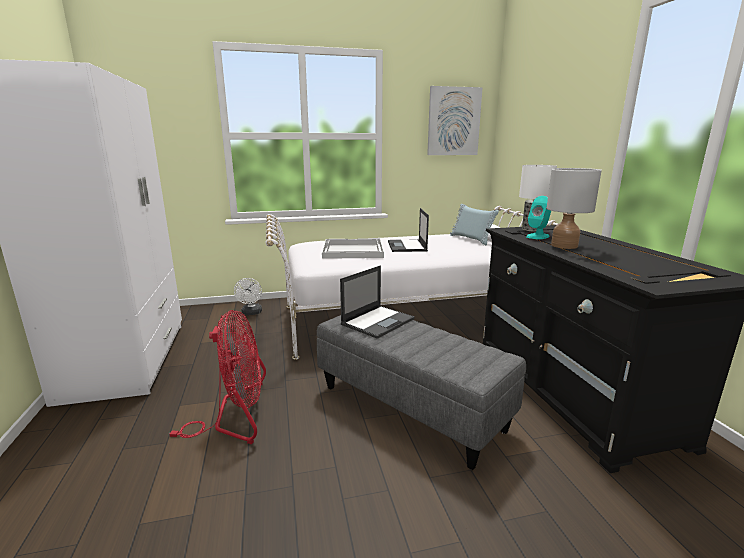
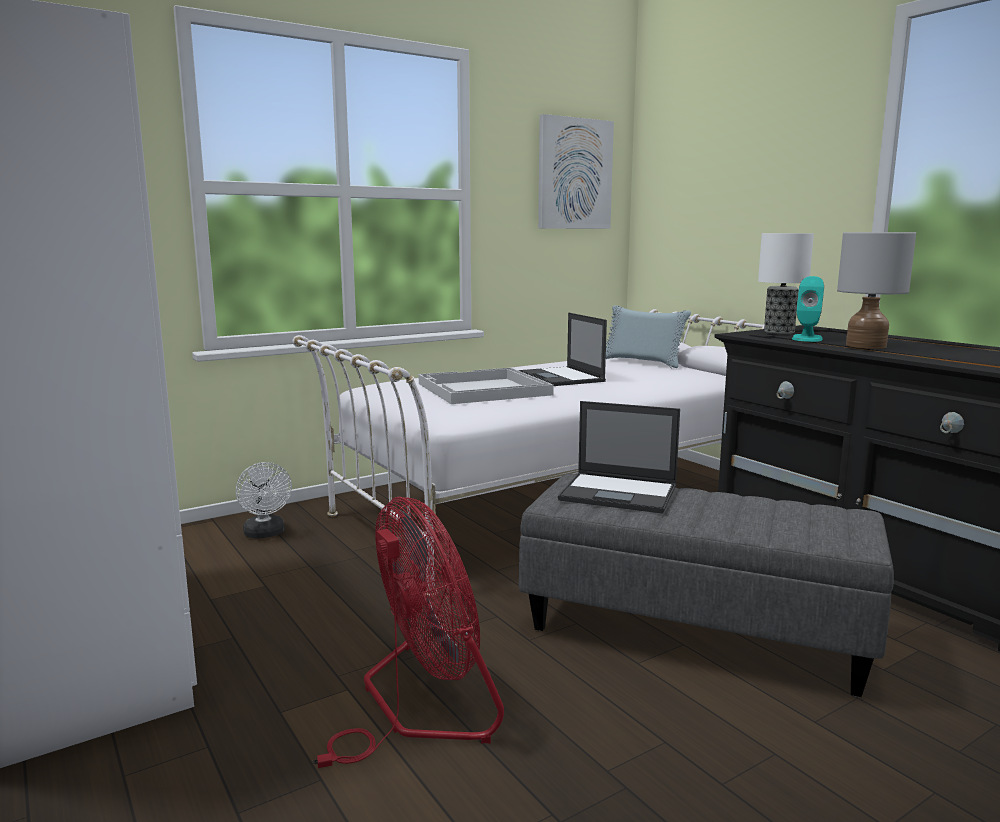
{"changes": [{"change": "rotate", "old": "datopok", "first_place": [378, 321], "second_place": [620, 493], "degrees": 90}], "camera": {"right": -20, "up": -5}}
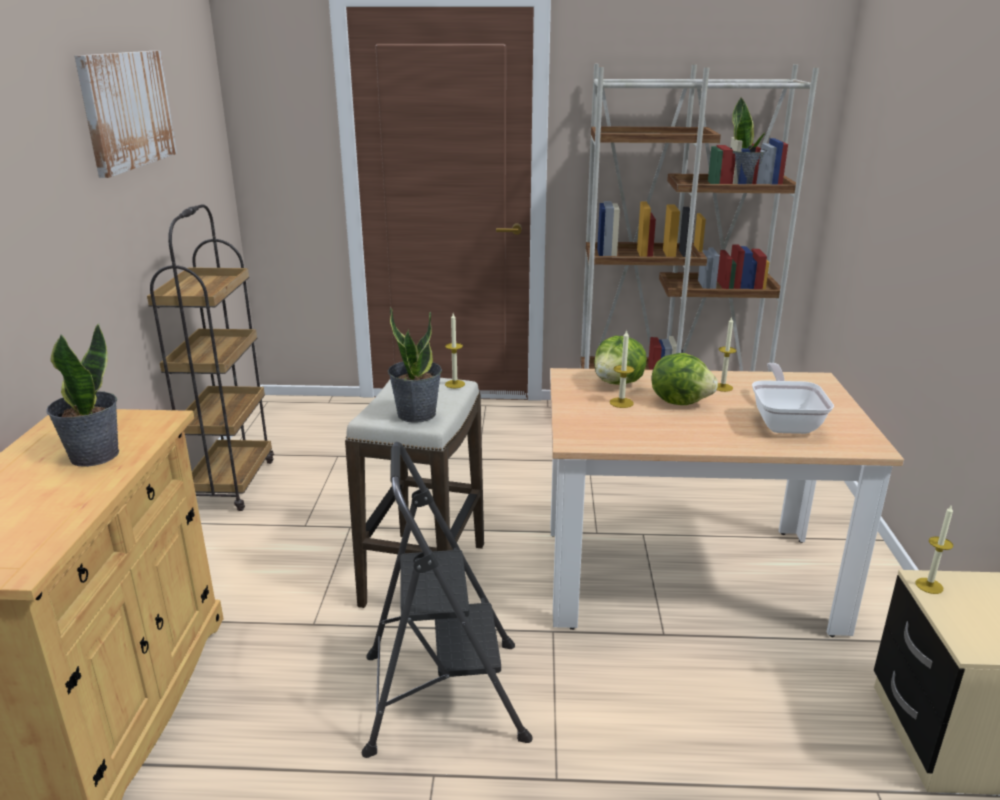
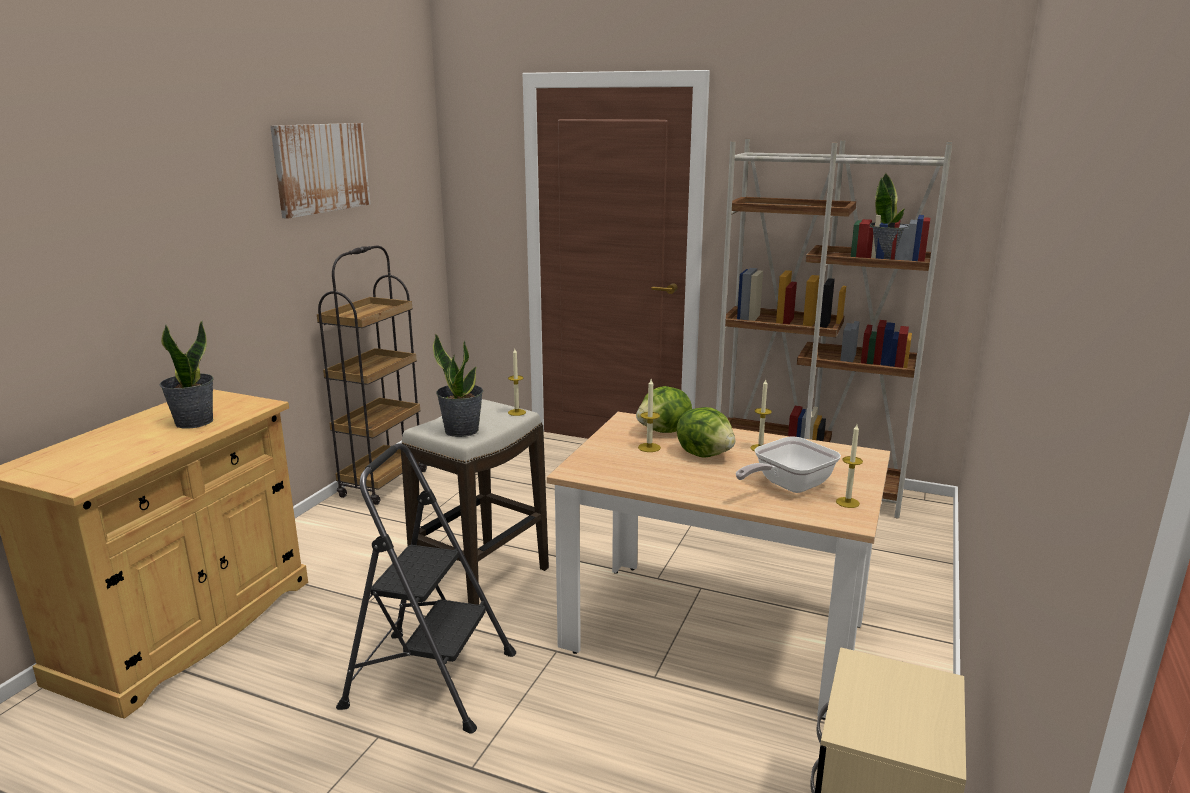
{"changes": [{"change": "rotate", "old": "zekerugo", "first_place": [785, 422], "second_place": [787, 486], "degrees": -150}, {"change": "move", "old": "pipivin", "first_place": [929, 586], "second_place": [847, 502]}], "camera": {"right": 20, "up": -5}}
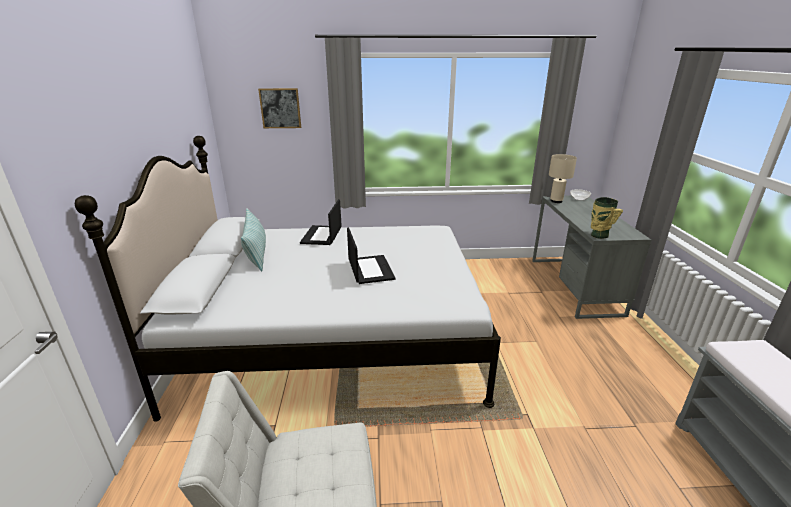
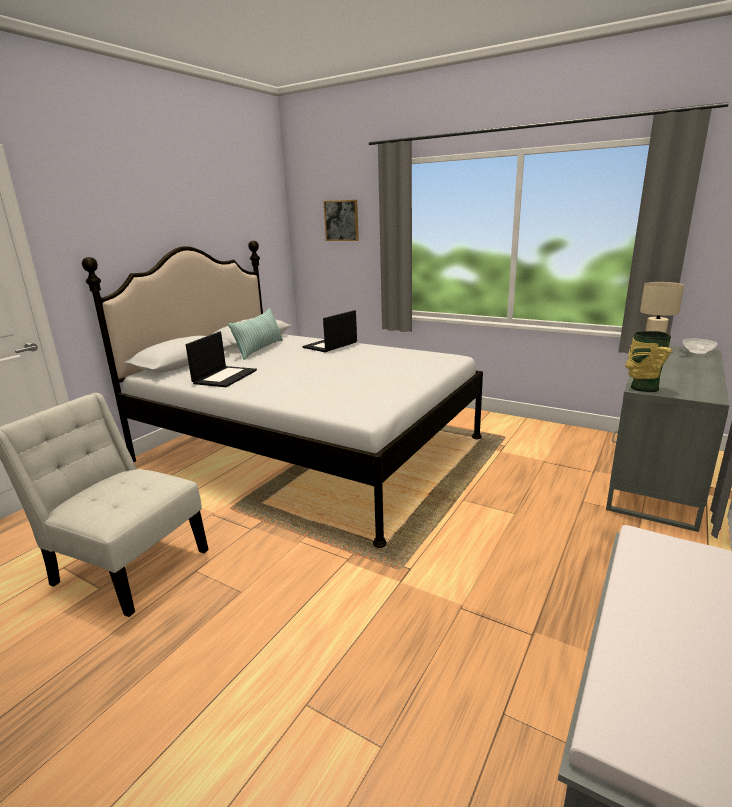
{"changes": [{"change": "move", "old": "datopok", "first_place": [370, 269], "second_place": [225, 376]}], "camera": {"right": 35, "up": -5}}
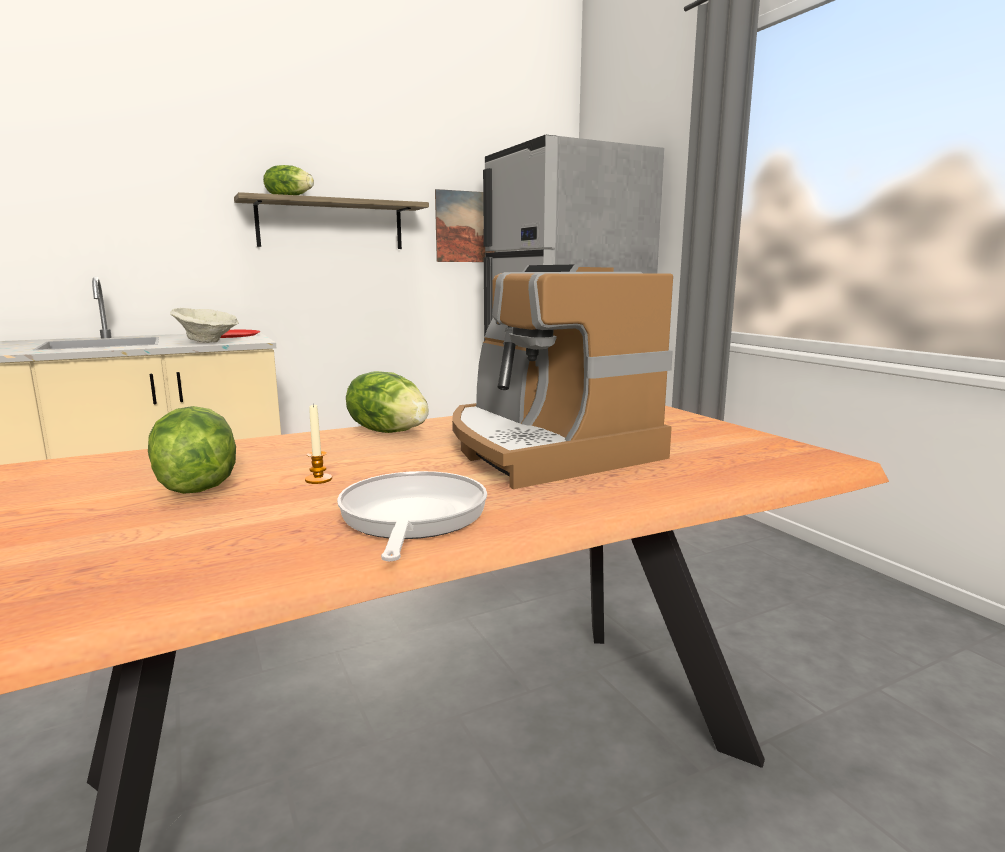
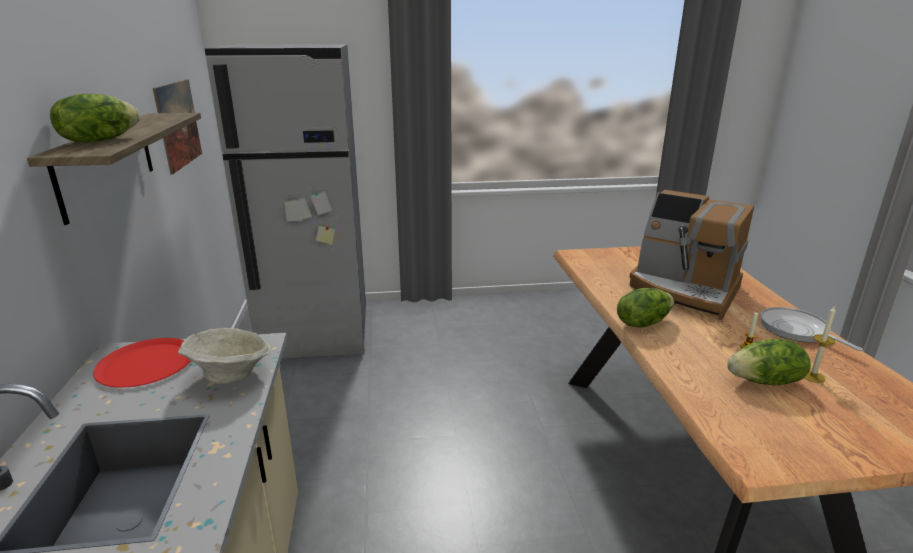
{"changes": [{"change": "rotate", "old": "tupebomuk", "first_place": [544, 448], "second_place": [684, 290], "degrees": 45}, {"change": "rotate", "old": "zekerugo", "first_place": [411, 518], "second_place": [797, 331], "degrees": 45}, {"change": "insert", "new": "pipivin", "second_place": [812, 376]}], "camera": {"right": -70, "up": 10}}
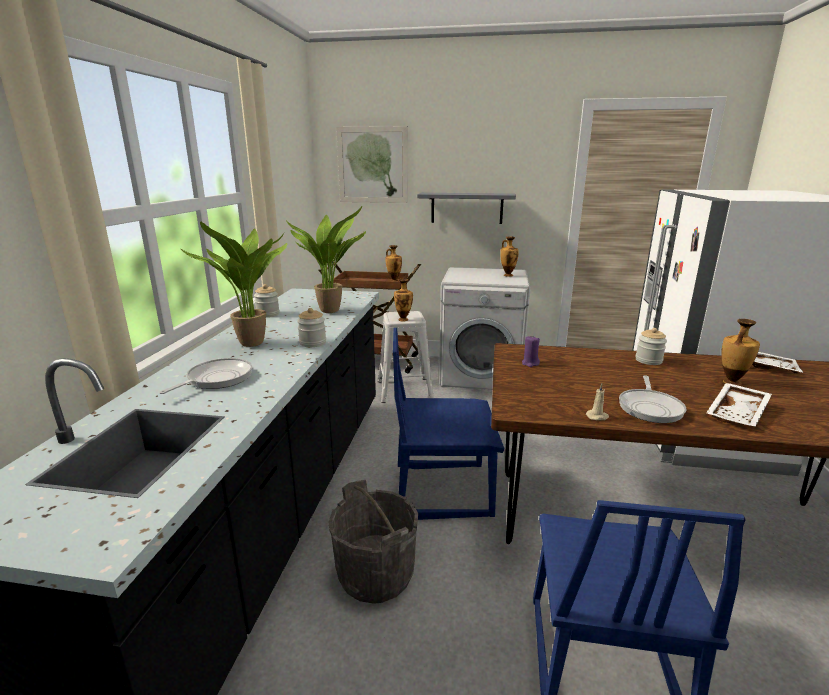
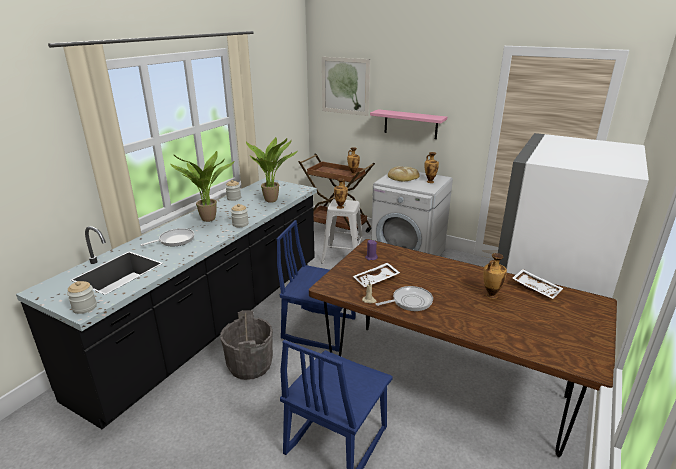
{"changes": [{"change": "recolor", "old": "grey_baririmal", "new": "pink_baririmal", "first_place": [466, 208], "second_place": [410, 124]}, {"change": "move", "old": "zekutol", "first_place": [648, 360], "second_place": [84, 307]}, {"change": "rotate", "old": "zekerugo", "first_place": [650, 408], "second_place": [409, 301], "degrees": -150}, {"change": "move", "old": "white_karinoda", "first_place": [738, 413], "second_place": [376, 280]}, {"change": "insert", "new": "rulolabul", "second_place": [403, 176]}], "camera": {"right": 20, "up": 5}}
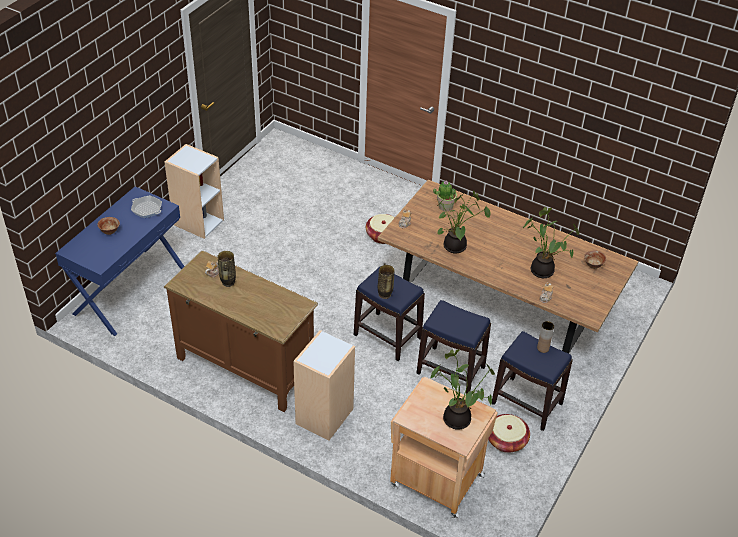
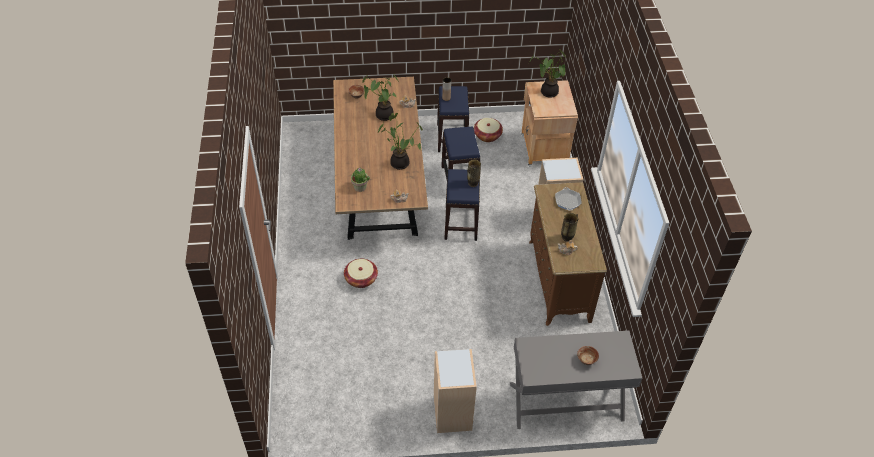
{"changes": [{"change": "recolor", "old": "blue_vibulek", "new": "grey_vibulek", "first_place": [129, 290], "second_place": [566, 402]}, {"change": "move", "old": "zekerugo", "first_place": [147, 209], "second_place": [567, 201]}], "camera": {"right": -125, "up": 5}}
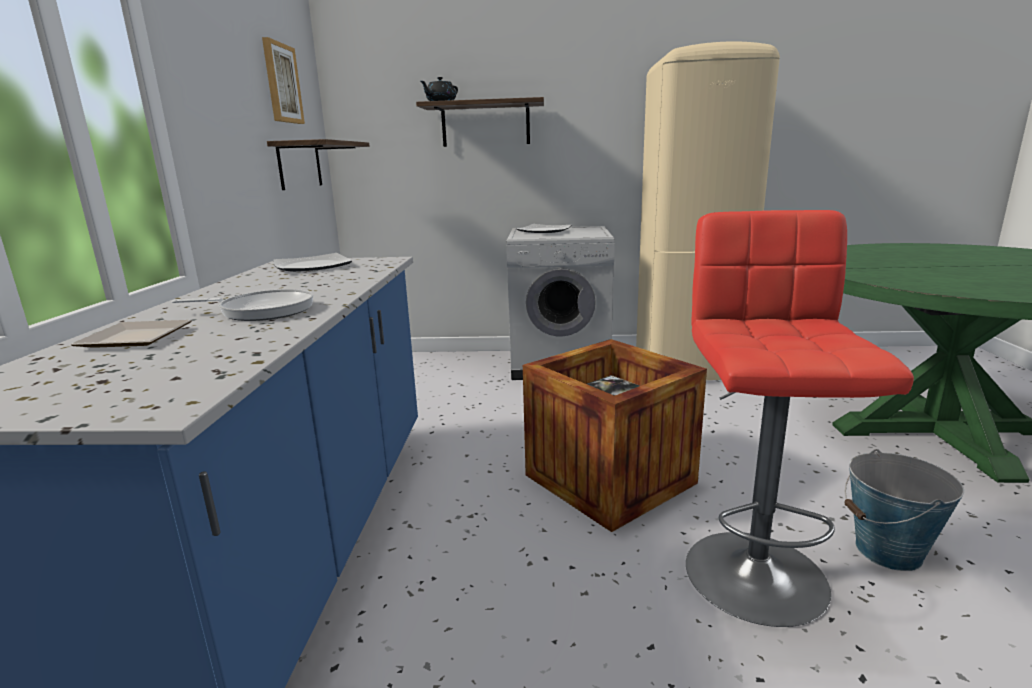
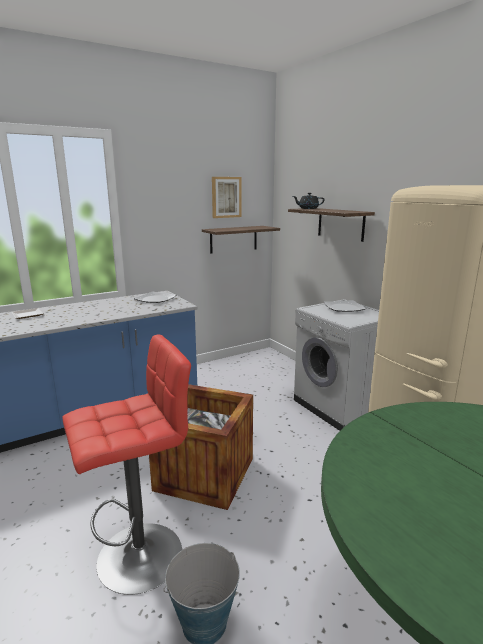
{"changes": [{"change": "delete", "old": "zekerugo", "first_place": [262, 311]}], "camera": {"right": 55, "up": 0}}
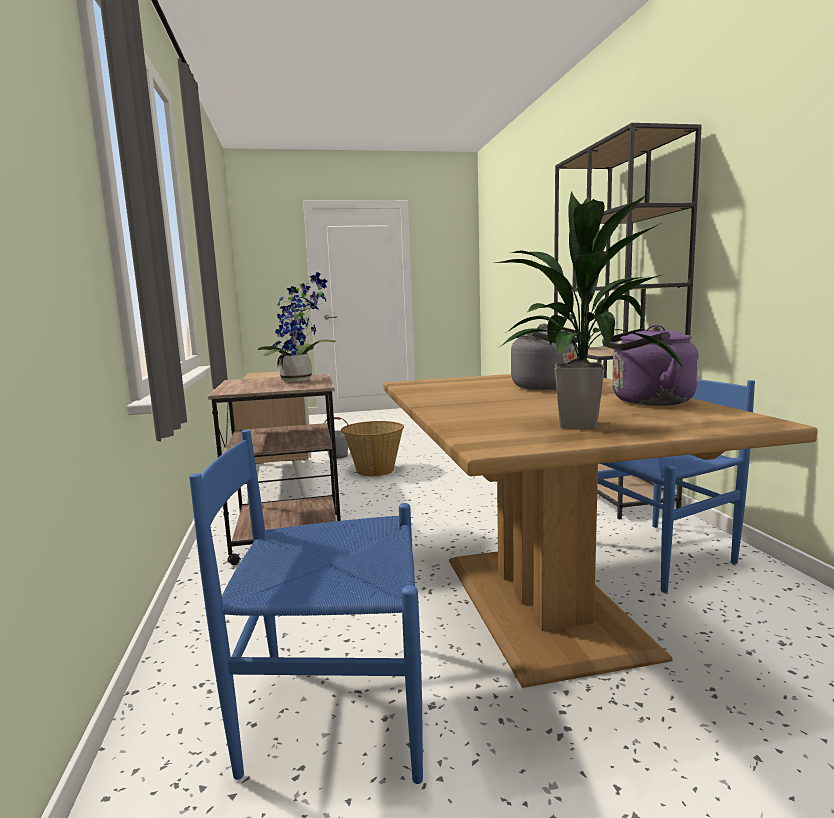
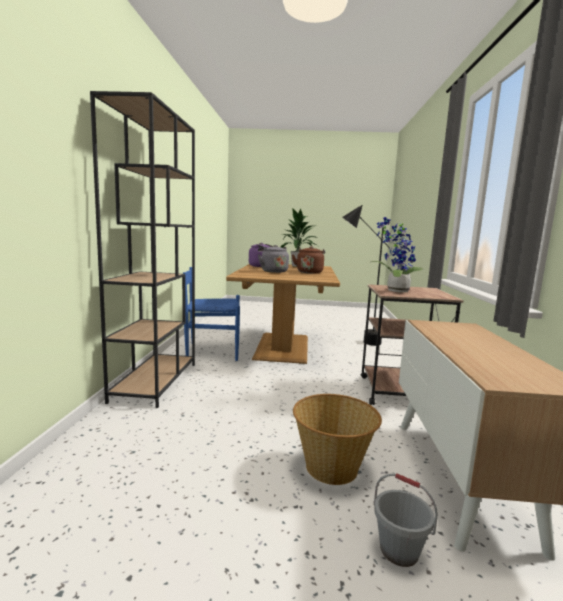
{"changes": [{"change": "replace", "old": "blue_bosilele", "new": "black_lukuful", "first_place": [334, 709], "second_place": [357, 341]}, {"change": "insert", "new": "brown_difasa", "second_place": [309, 272]}], "camera": {"right": -165, "up": 0}}
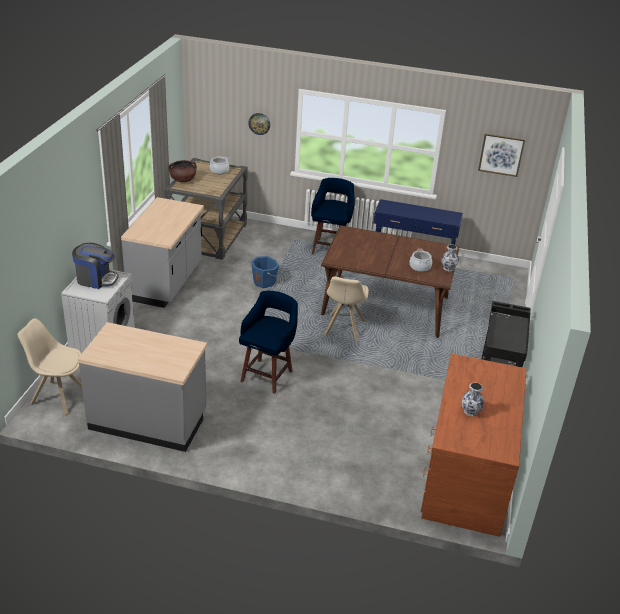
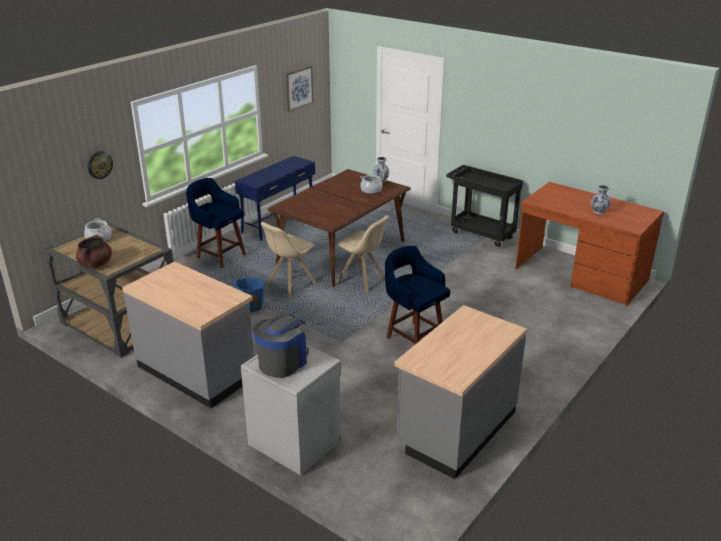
{"changes": [{"change": "move", "old": "beige_bosilele", "first_place": [58, 397], "second_place": [290, 284]}], "camera": {"right": -65, "up": -5}}
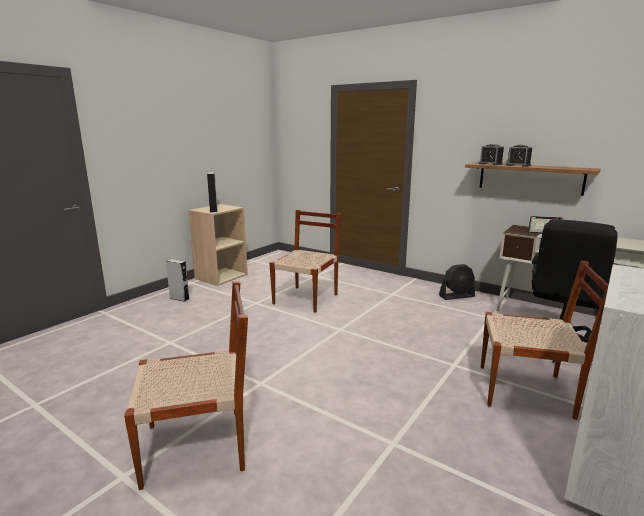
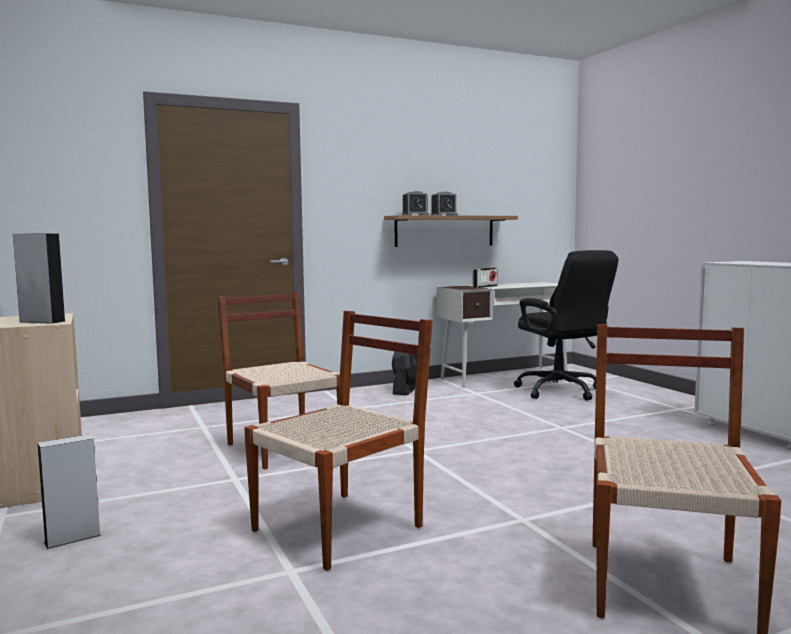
{"changes": [{"change": "move", "old": "bosilele", "first_place": [527, 391], "second_place": [341, 527]}], "camera": {"right": -60, "up": -10}}
